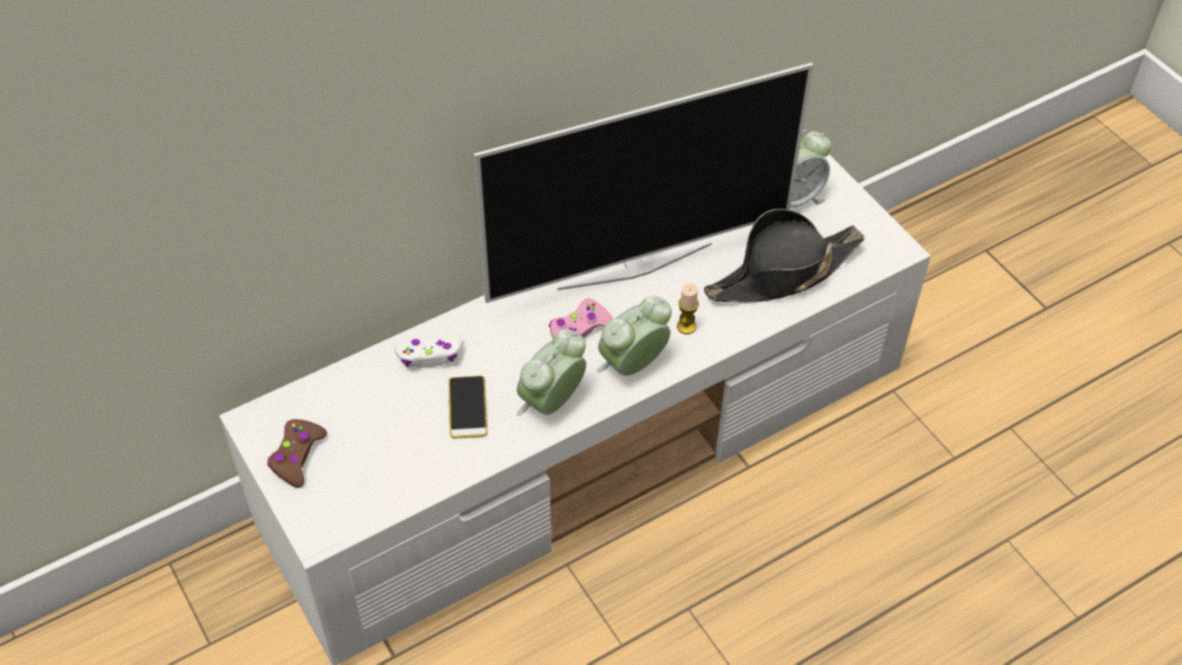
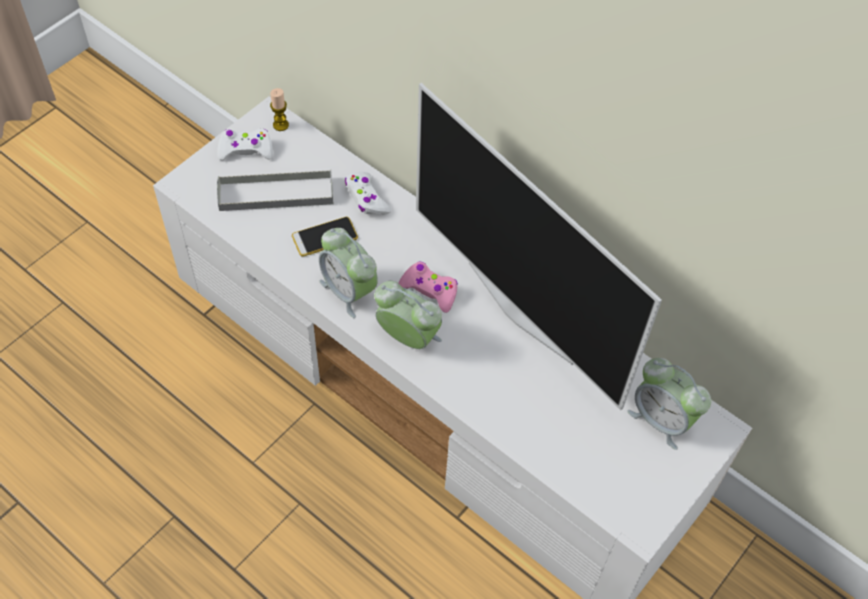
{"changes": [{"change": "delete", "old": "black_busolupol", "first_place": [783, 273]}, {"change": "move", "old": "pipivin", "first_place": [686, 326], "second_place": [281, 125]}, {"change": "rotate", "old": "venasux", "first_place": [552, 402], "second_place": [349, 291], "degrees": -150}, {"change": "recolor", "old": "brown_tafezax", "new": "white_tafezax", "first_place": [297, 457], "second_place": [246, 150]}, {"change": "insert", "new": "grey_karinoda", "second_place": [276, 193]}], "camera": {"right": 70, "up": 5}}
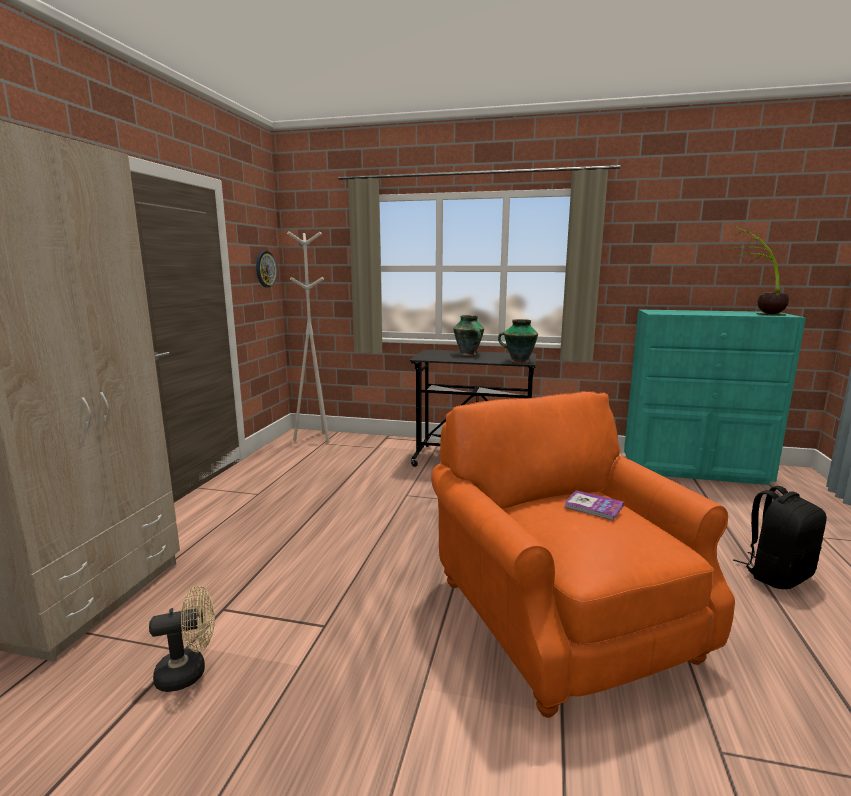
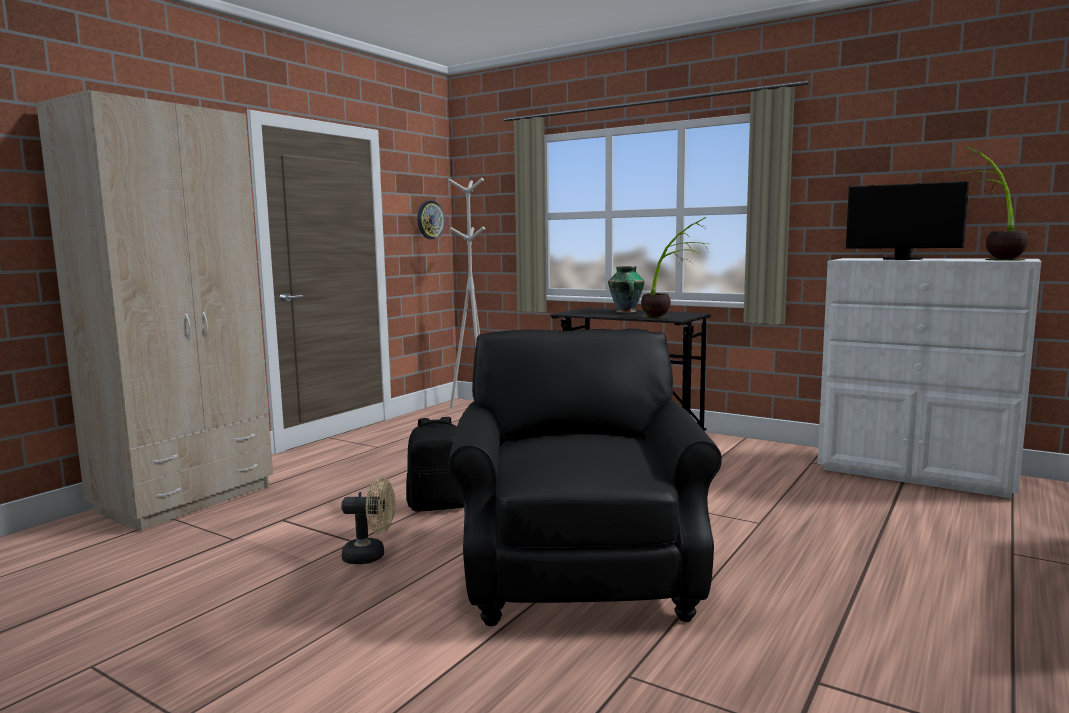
{"changes": [{"change": "recolor", "old": "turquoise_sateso", "new": "white_sateso", "first_place": [694, 470], "second_place": [916, 474]}, {"change": "replace", "old": "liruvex", "new": "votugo", "first_place": [518, 361], "second_place": [669, 318]}, {"change": "recolor", "old": "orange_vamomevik", "new": "black_vamomevik", "first_place": [561, 619], "second_place": [578, 569]}, {"change": "move", "old": "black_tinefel", "first_place": [776, 575], "second_place": [439, 505]}, {"change": "delete", "old": "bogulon", "first_place": [593, 506]}, {"change": "move", "old": "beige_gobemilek", "first_place": [189, 672], "second_place": [371, 556]}, {"change": "insert", "new": "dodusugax", "second_place": [902, 259]}], "camera": {"right": 20, "up": -5}}
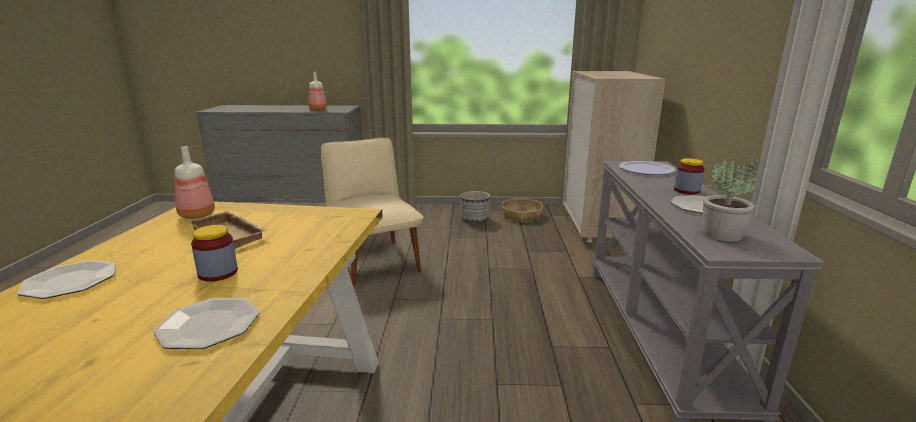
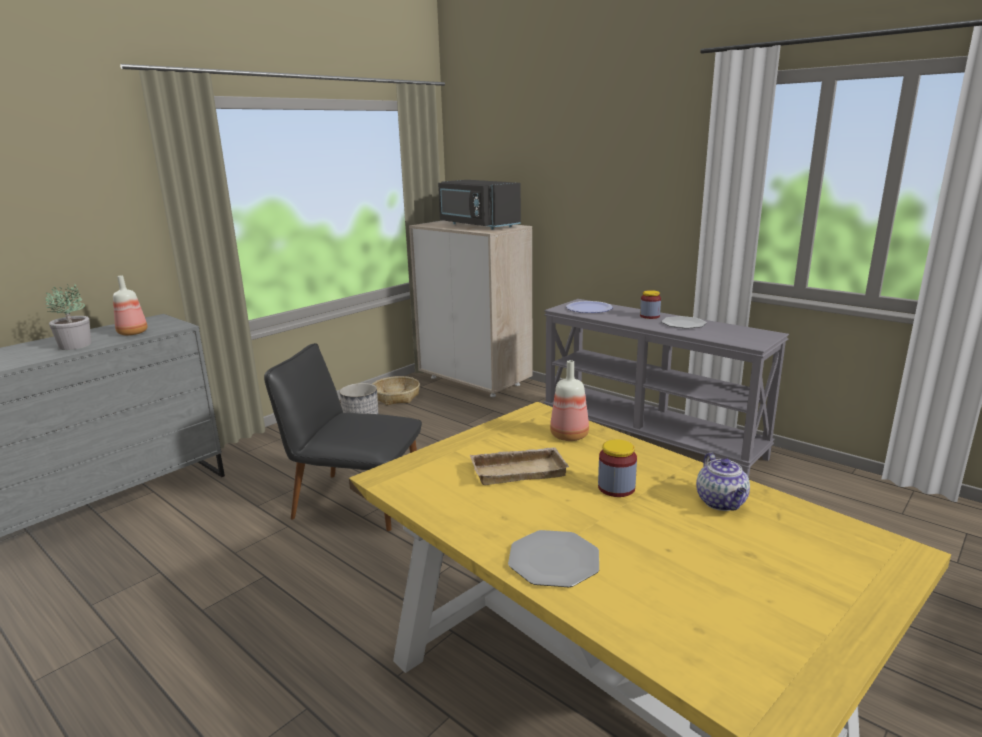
{"changes": [{"change": "recolor", "old": "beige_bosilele", "new": "black_bosilele", "first_place": [375, 262], "second_place": [358, 501]}, {"change": "move", "old": "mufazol", "first_place": [197, 215], "second_place": [570, 436]}, {"change": "move", "old": "votugo", "first_place": [722, 234], "second_place": [76, 345]}, {"change": "replace", "old": "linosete", "new": "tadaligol", "first_place": [208, 325], "second_place": [722, 503]}, {"change": "insert", "new": "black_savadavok", "second_place": [477, 225]}], "camera": {"right": -50, "up": 0}}
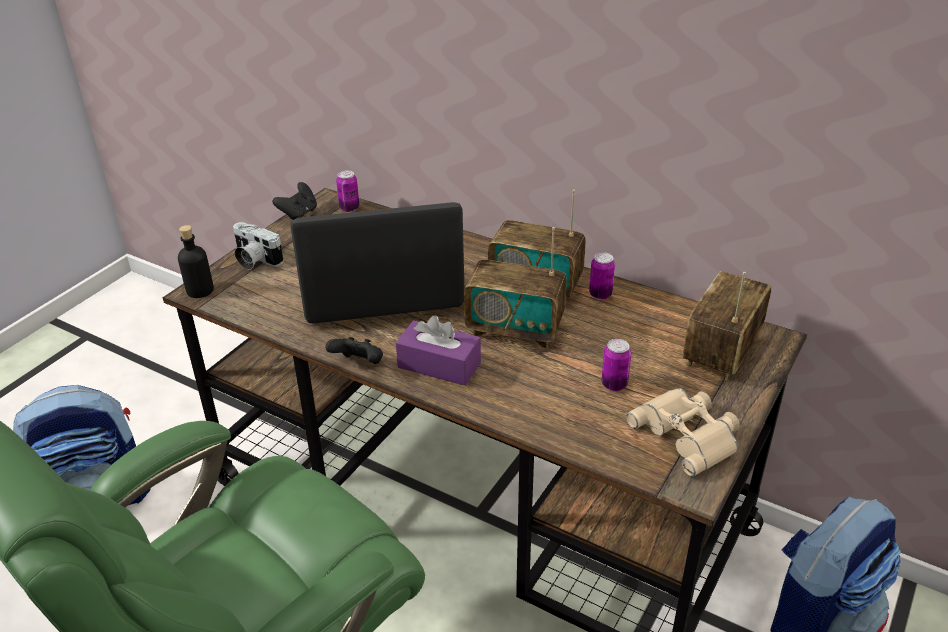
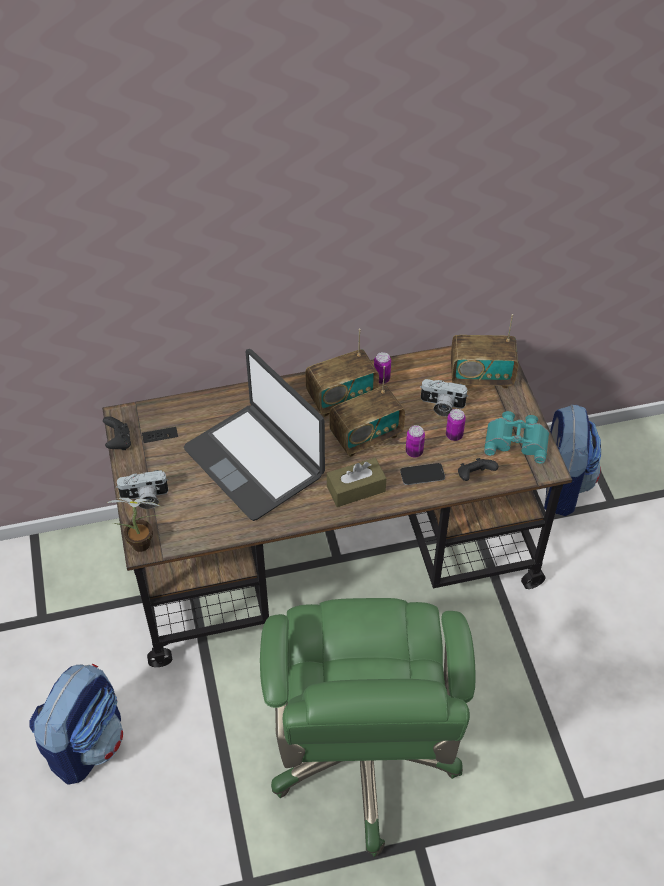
{"changes": [{"change": "move", "old": "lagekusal", "first_place": [349, 208], "second_place": [414, 452]}, {"change": "rotate", "old": "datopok", "first_place": [381, 288], "second_place": [255, 461], "degrees": -75}, {"change": "replace", "old": "black_mufazol", "new": "votugo", "first_place": [200, 290], "second_place": [144, 545]}, {"change": "rotate", "old": "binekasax", "first_place": [721, 352], "second_place": [481, 377], "degrees": -75}, {"change": "recolor", "old": "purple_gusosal", "new": "brown_gusosal", "first_place": [439, 365], "second_place": [356, 489]}, {"change": "move", "old": "black_tafezax", "first_place": [359, 364], "second_place": [474, 476]}, {"change": "recolor", "old": "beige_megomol", "new": "turquoise_megomol", "first_place": [688, 434], "second_place": [517, 440]}, {"change": "insert", "new": "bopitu", "second_place": [441, 406]}, {"change": "insert", "new": "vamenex", "second_place": [422, 475]}], "camera": {"right": -45, "up": 15}}
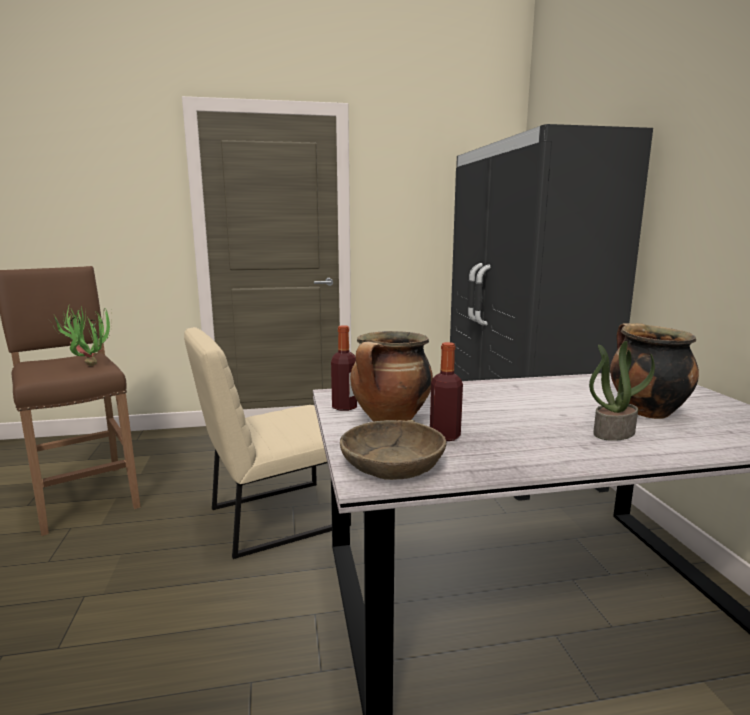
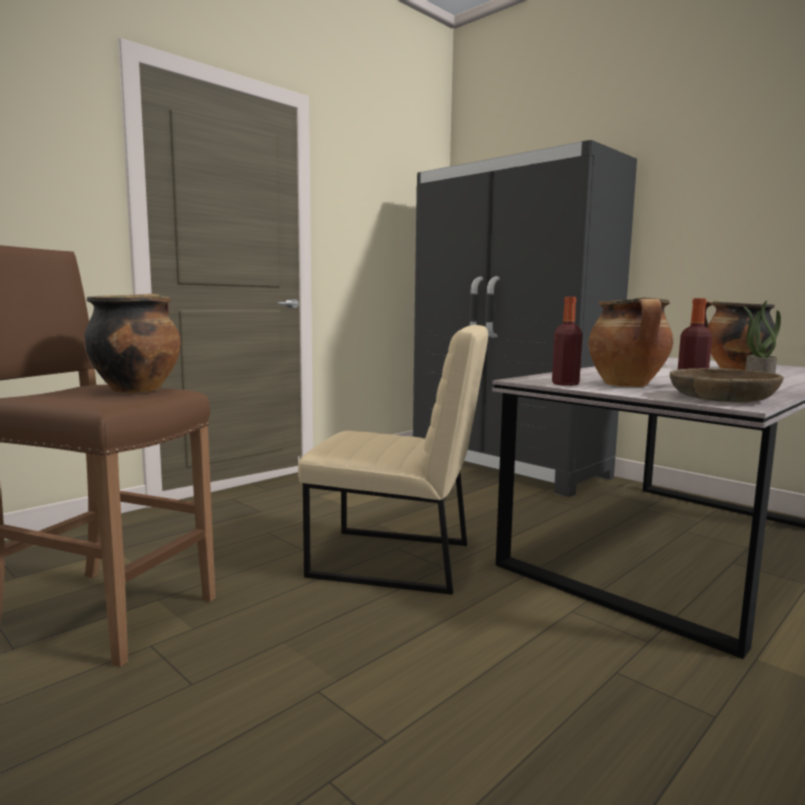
{"changes": [{"change": "replace", "old": "votugo", "new": "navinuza", "first_place": [89, 364], "second_place": [137, 389]}, {"change": "rotate", "old": "beige_bosilele", "first_place": [274, 517], "second_place": [396, 560], "degrees": -105}], "camera": {"right": -35, "up": -5}}
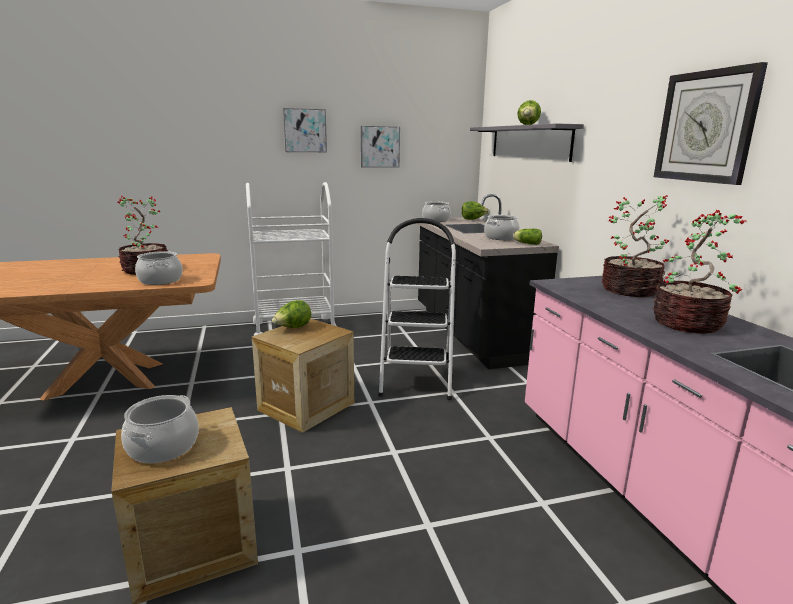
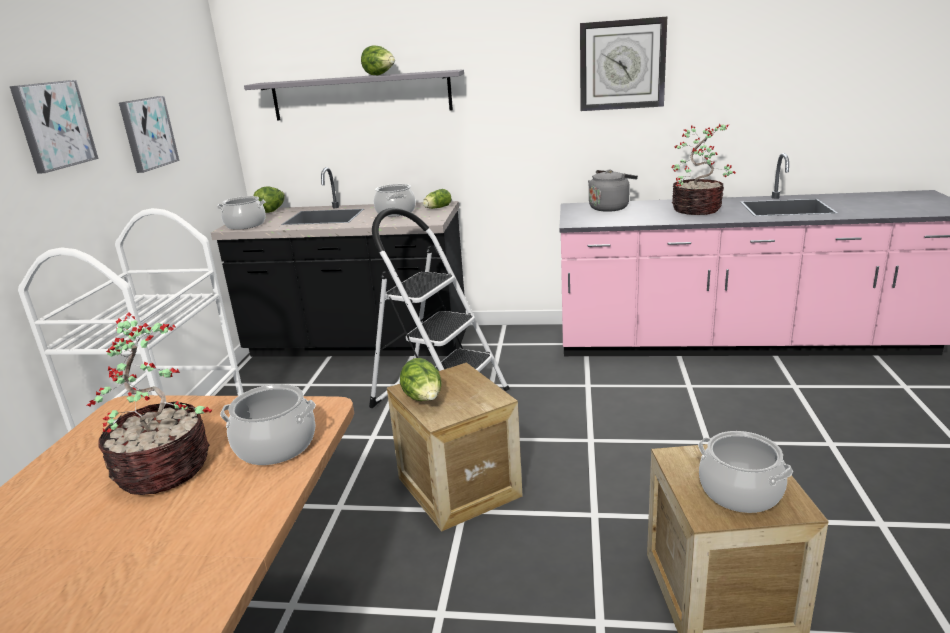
{"changes": [{"change": "replace", "old": "votugo", "new": "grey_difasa", "first_place": [631, 290], "second_place": [610, 208]}], "camera": {"right": -65, "up": 5}}
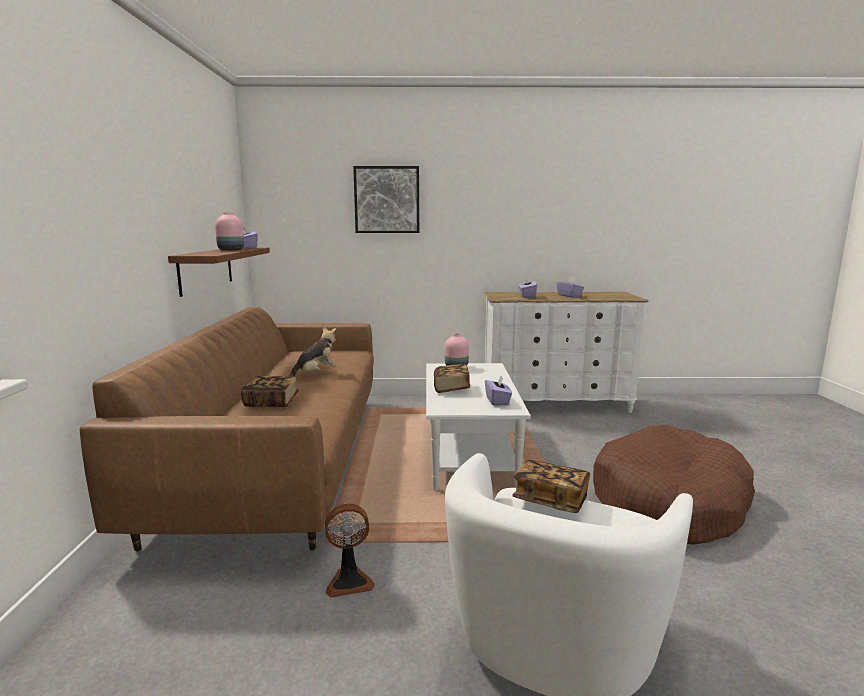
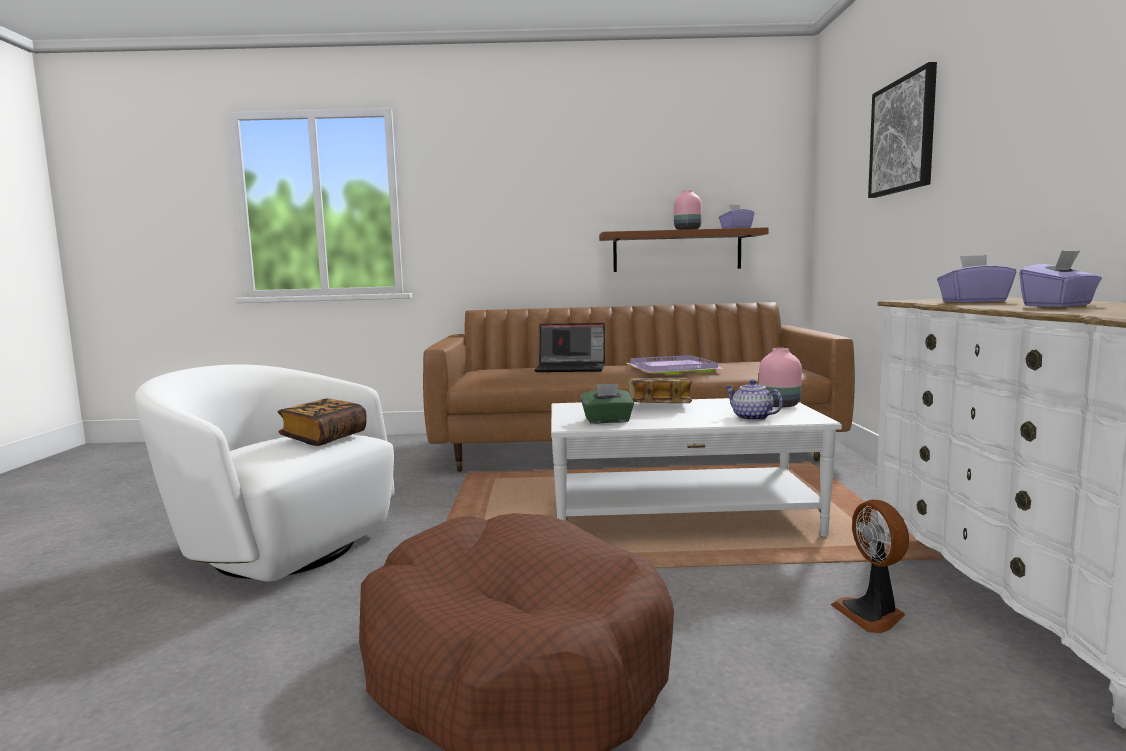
{"changes": [{"change": "replace", "old": "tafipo", "new": "purple_karinoda", "first_place": [316, 374], "second_place": [670, 369]}, {"change": "recolor", "old": "purple_gusosal", "new": "green_gusosal", "first_place": [497, 401], "second_place": [607, 420]}, {"change": "replace", "old": "bogulon", "new": "datopok", "first_place": [271, 402], "second_place": [571, 368]}, {"change": "move", "old": "gobemilek", "first_place": [349, 581], "second_place": [872, 614]}, {"change": "insert", "new": "tadaligol", "second_place": [751, 418]}], "camera": {"right": 90, "up": -5}}
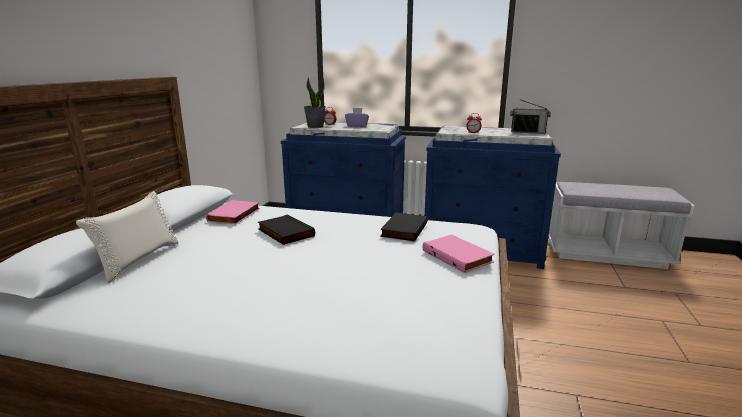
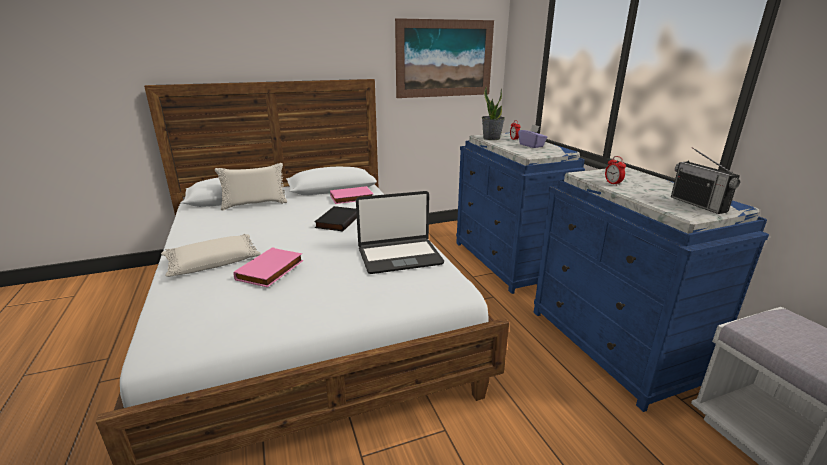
{"changes": [{"change": "replace", "old": "black_bogulon", "new": "datopok", "first_place": [403, 229], "second_place": [399, 256]}, {"change": "move", "old": "pink_bogulon", "first_place": [458, 256], "second_place": [271, 270]}, {"change": "insert", "new": "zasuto", "second_place": [444, 59]}, {"change": "insert", "new": "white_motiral", "second_place": [212, 260]}], "camera": {"right": 55, "up": 5}}
